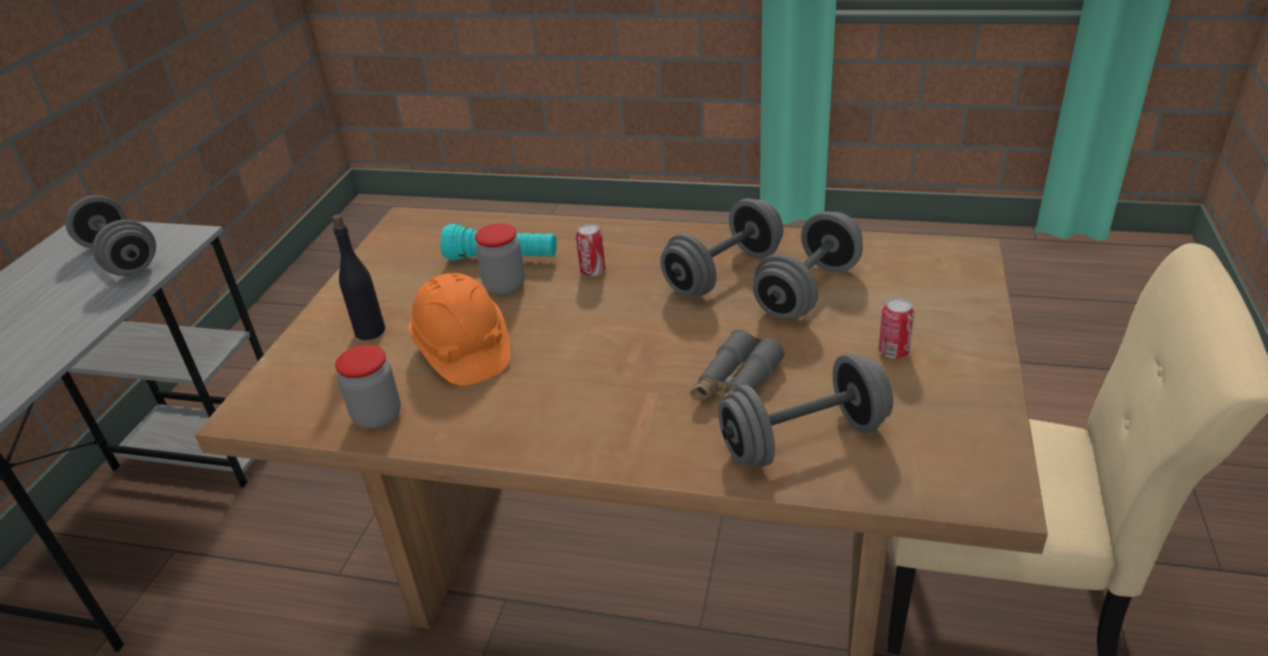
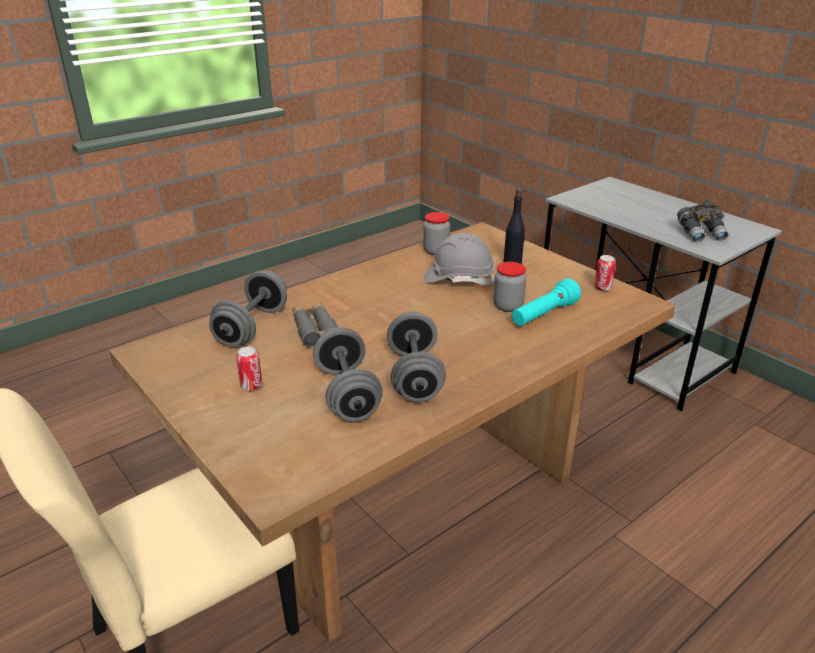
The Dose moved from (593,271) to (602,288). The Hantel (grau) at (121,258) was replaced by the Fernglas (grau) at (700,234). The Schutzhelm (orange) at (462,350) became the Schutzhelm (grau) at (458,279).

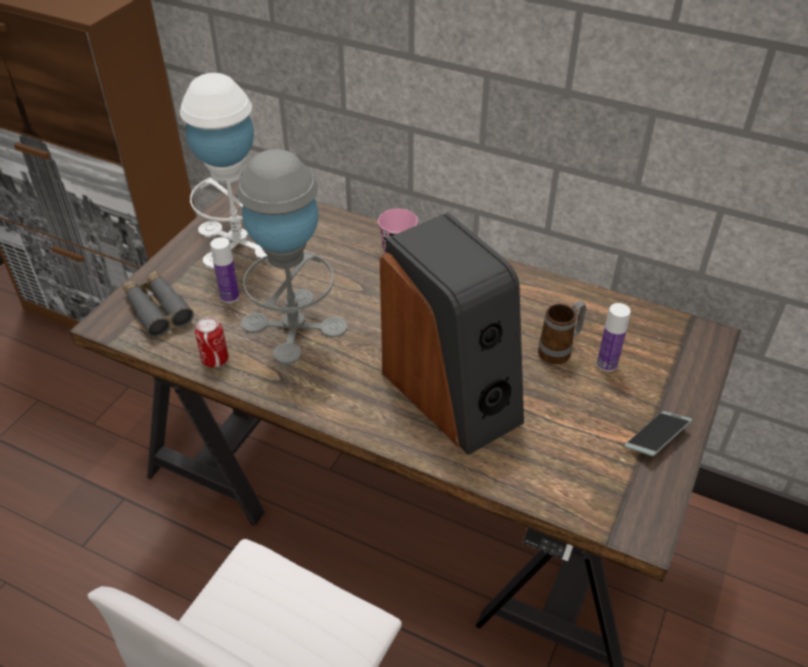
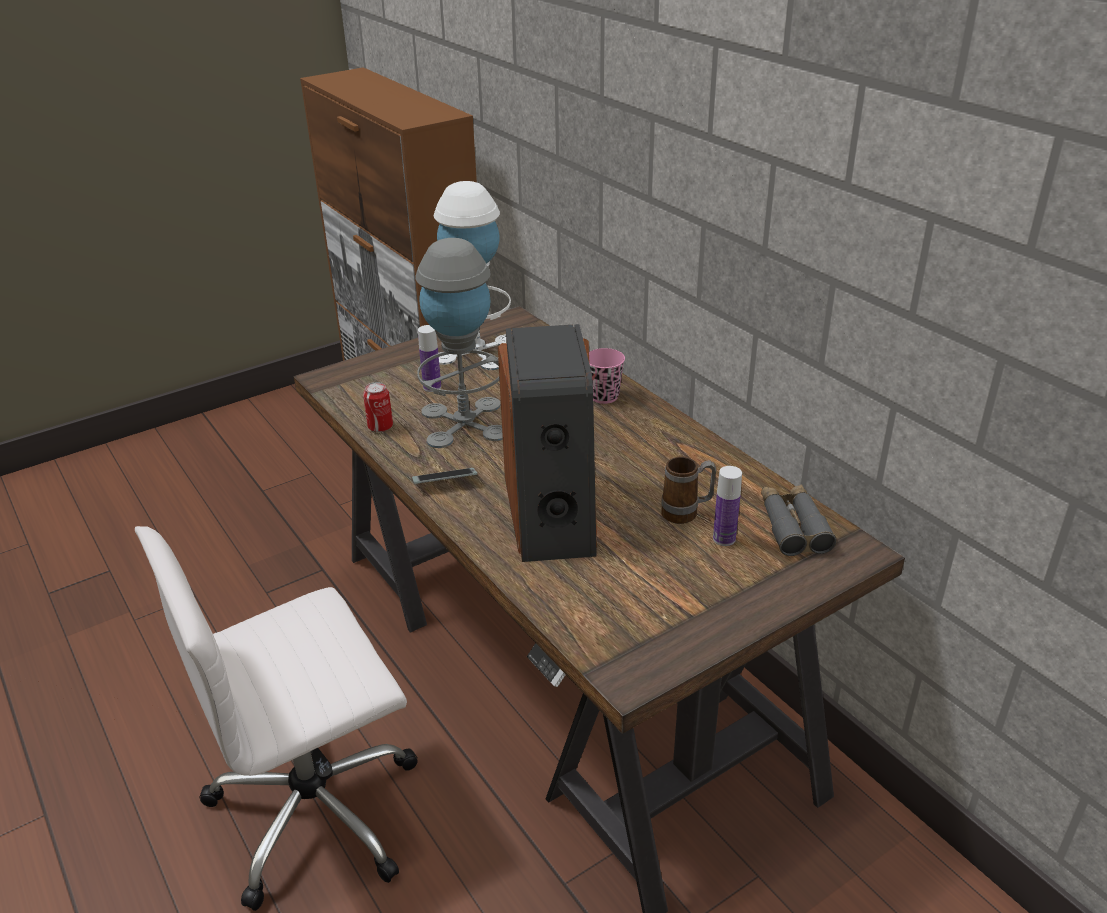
The Fernglas (grau) moved from (157,309) to (793,527). The Handy moved from (656,438) to (445,481).

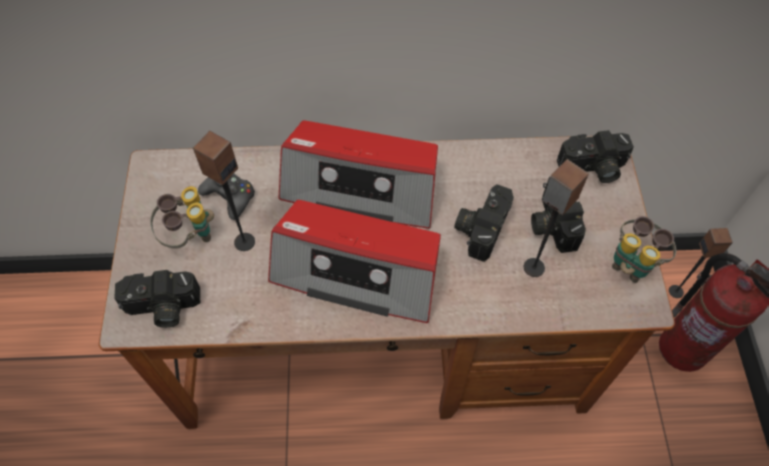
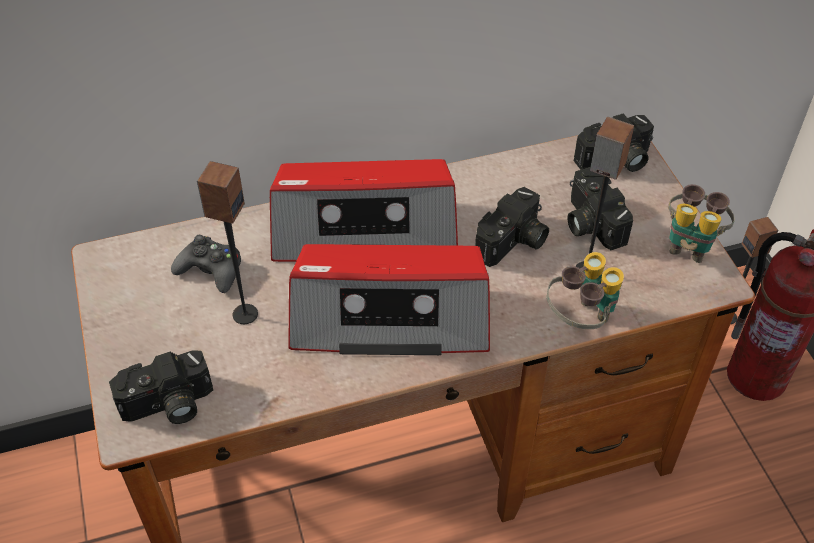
The Fernglas moved from (189,235) to (581,319). The Kamera at (480,227) turned 150 degrees counterclockwise.

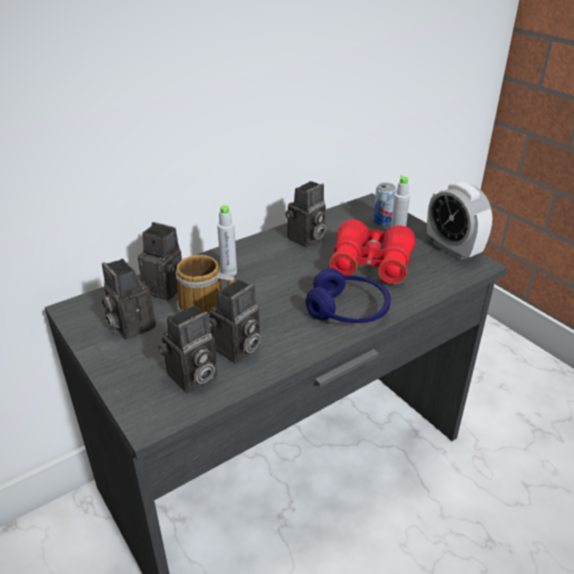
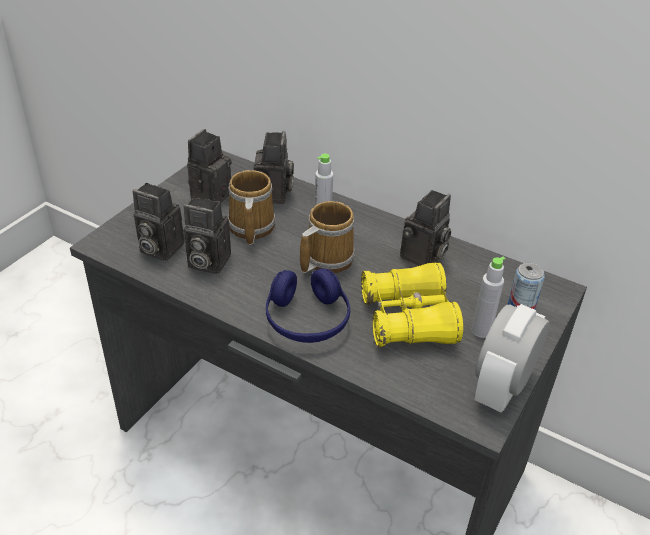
The Henkelbecher at (325,259) appeared. The Fernglas (rot) at (371,264) became the Fernglas (gelb) at (408,319). The Kamera at (306,239) turned 75 degrees counterclockwise.

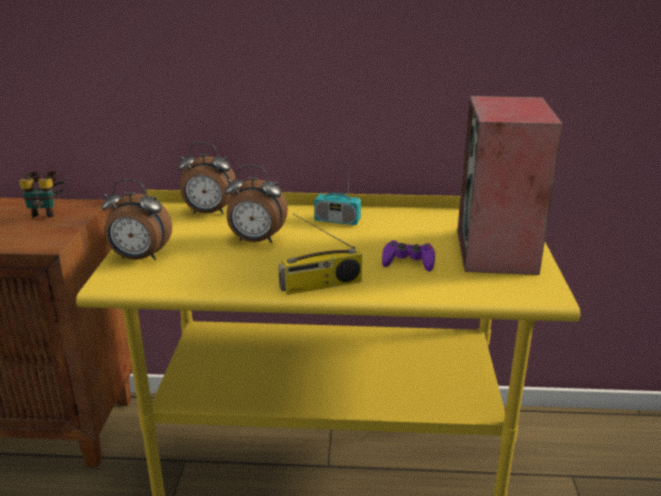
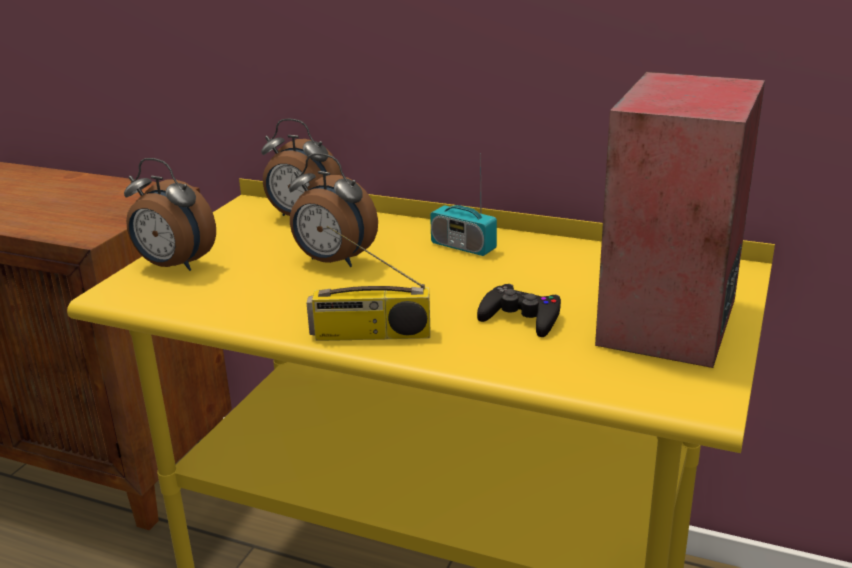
The Fernglas at (46,212) disappeared. The Gamepad (lila) at (408,261) became the Gamepad (schwarz) at (521,318).

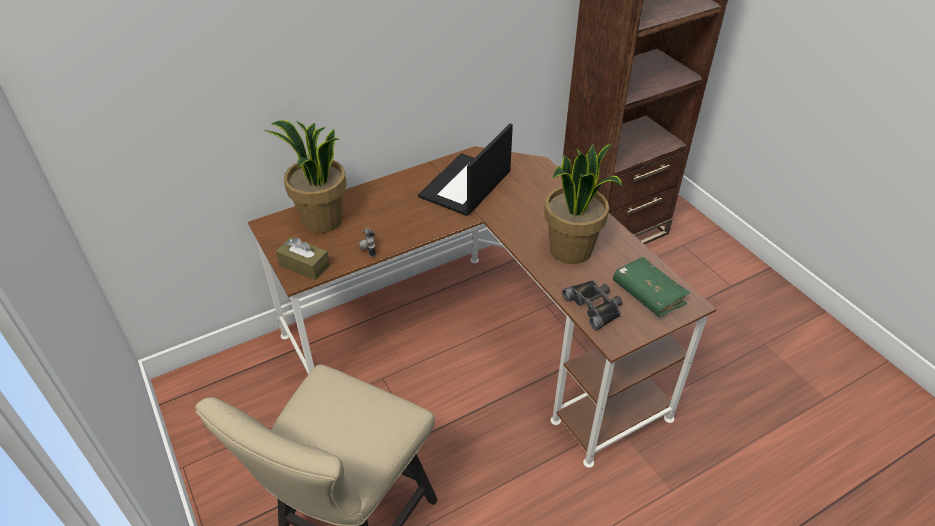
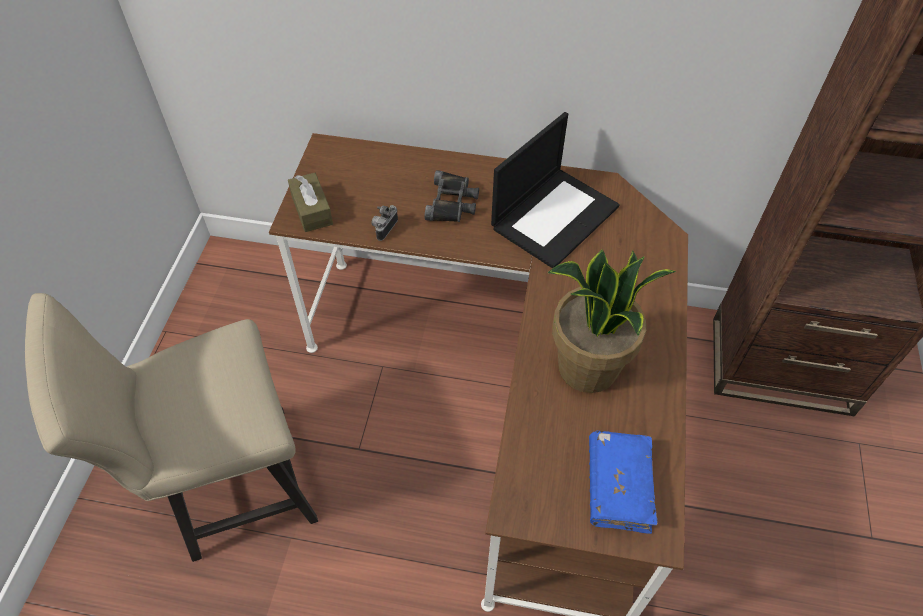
The Topfpflanze at (322,220) disappeared. The Fernglas (schwarz) moved from (594,306) to (452,202). The Buch (grün) at (648,294) became the Buch (blau) at (618,486). The Laptop at (465,186) turned 150 degrees clockwise.

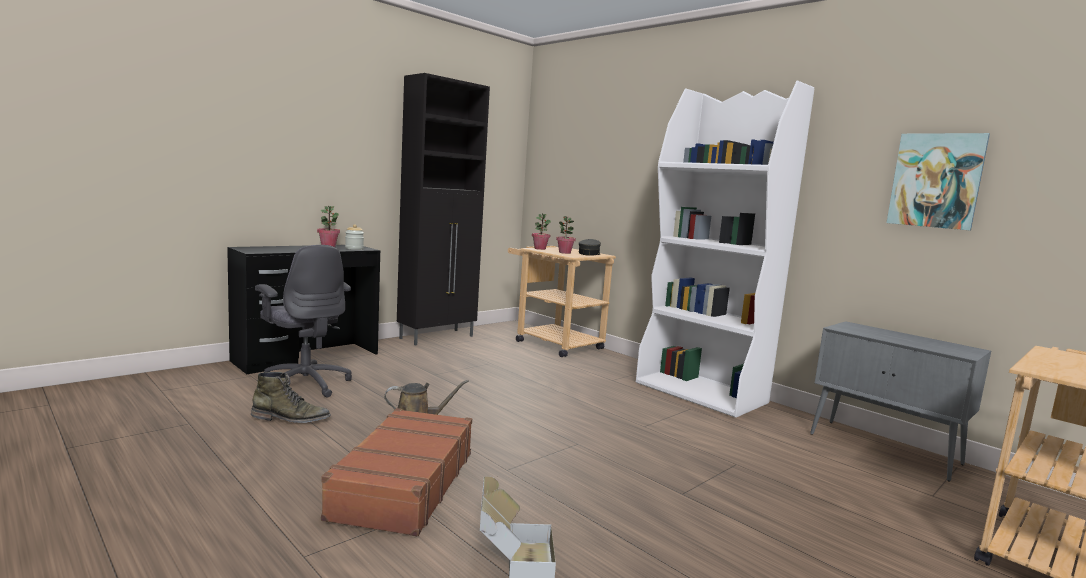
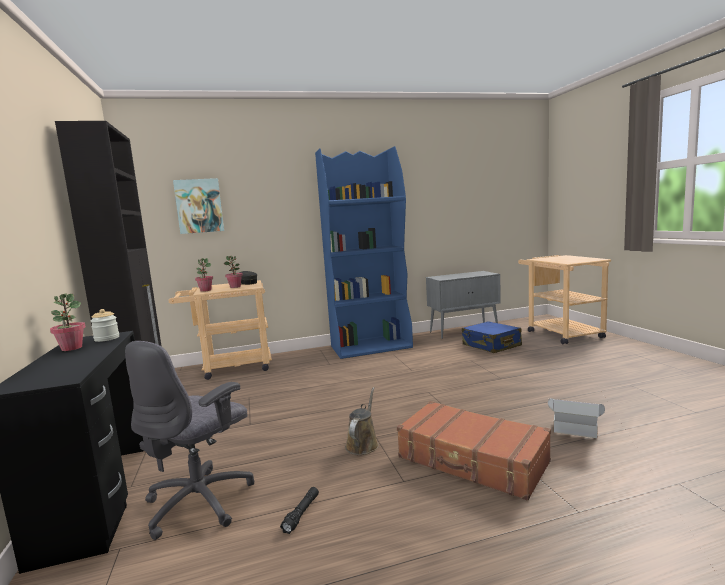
The Koffer (blau) at (491,345) appeared. The Bild moved from (936,180) to (199,206). The Stiefel (grün) at (291,418) was replaced by the Taschenlampe (schwarz) at (301,514). The Bücherregal (weiß) at (701,393) became the Bücherregal (blau) at (371,347). The Bürostuhl (grau) at (305,384) turned 135 degrees clockwise.

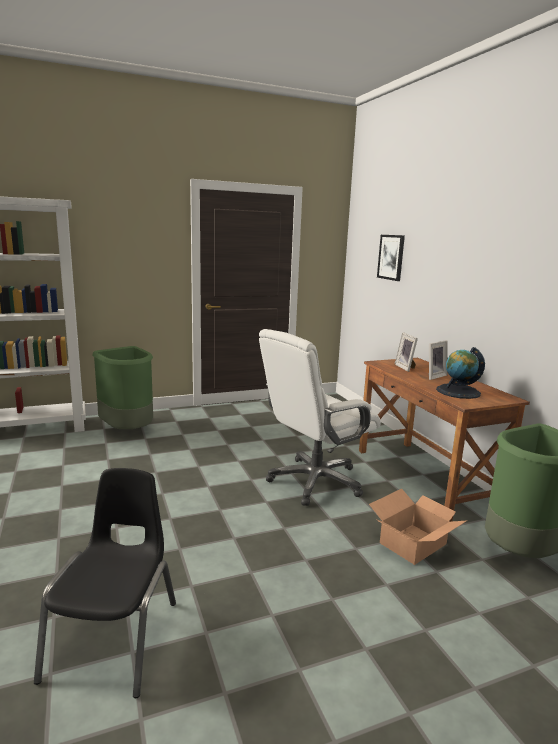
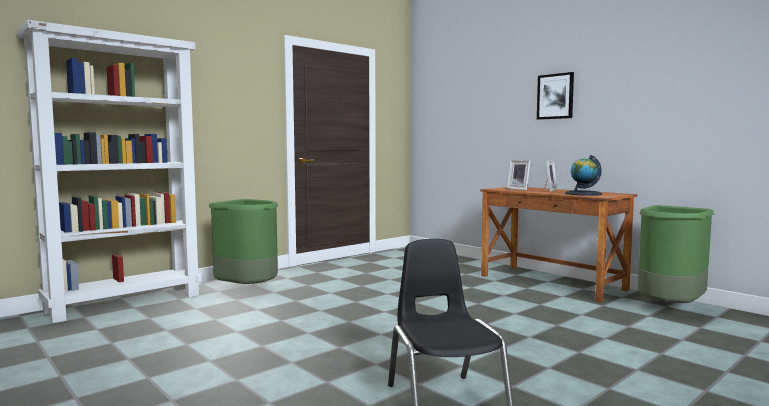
The Bürostuhl (weiß) at (315,481) disappeared. The Karton at (414,543) disappeared. The Bild moved from (391,257) to (555,96).

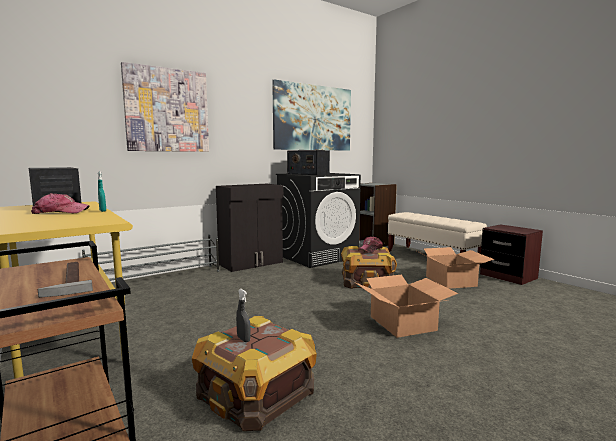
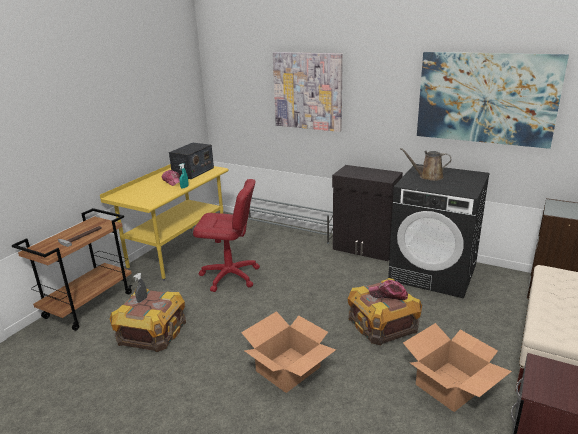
The Bürostuhl (rot) at (230,276) appeared. The Radio at (308,174) was replaced by the Gießkanne (braun) at (428,177).

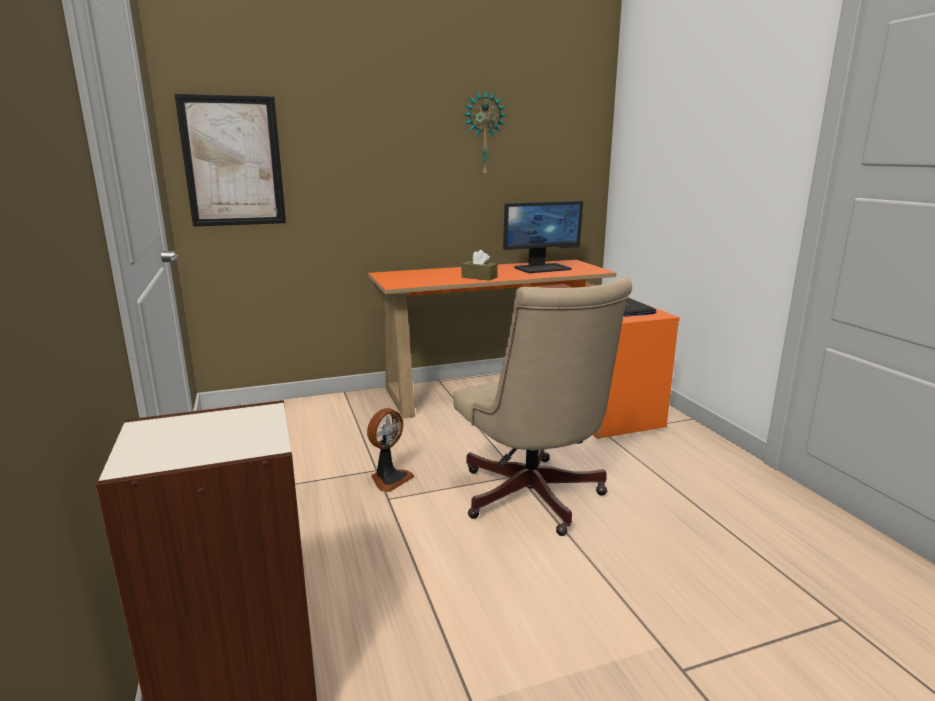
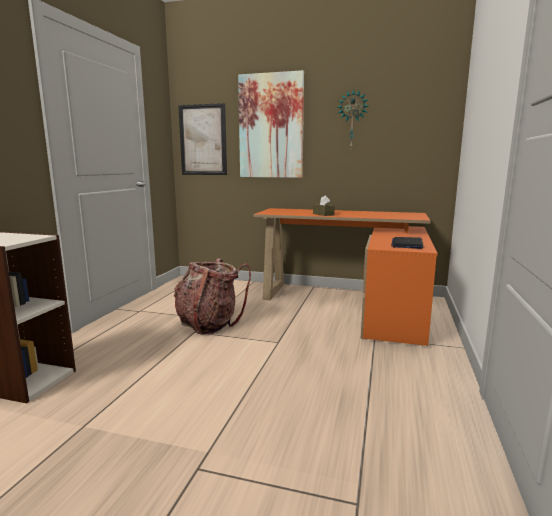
The Bürostuhl (beige) at (533,500) disappeared. The Monitor at (542,268) disappeared. The Bild at (271,126) appeared. The Ventilator at (389,479) was replaced by the Rucksack at (209,324).

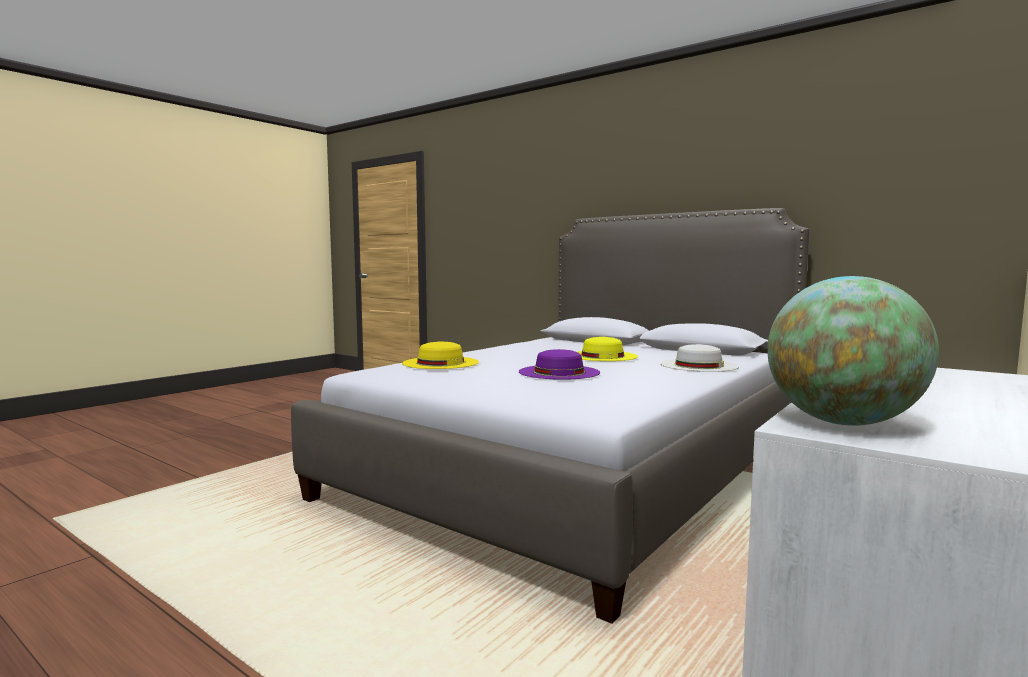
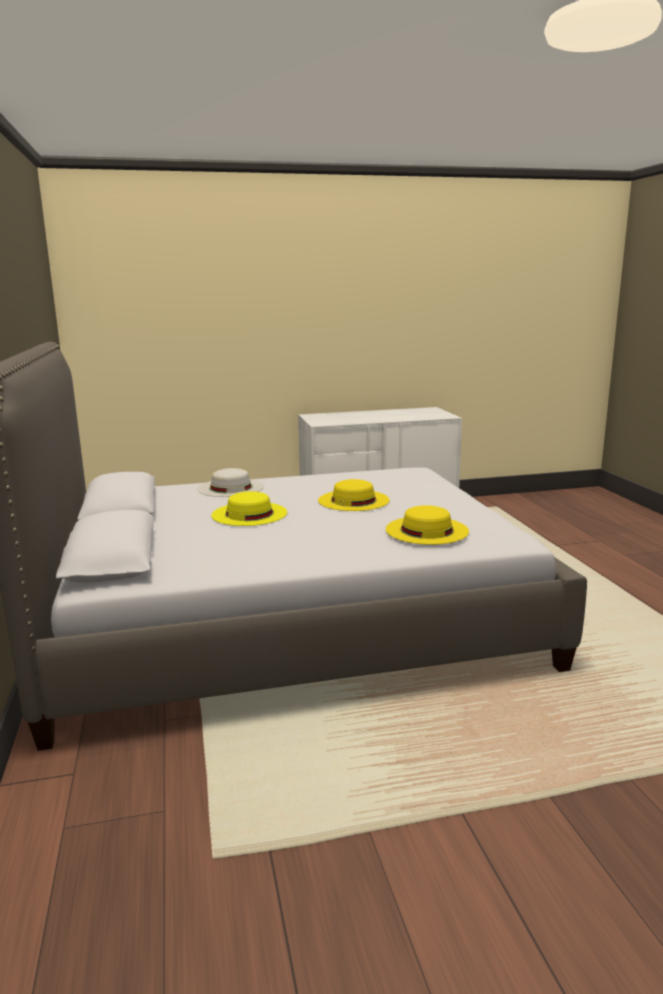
The Globus at (842,422) disappeared. The Hut (lila) at (559,372) became the Hut (gelb) at (353,500).

